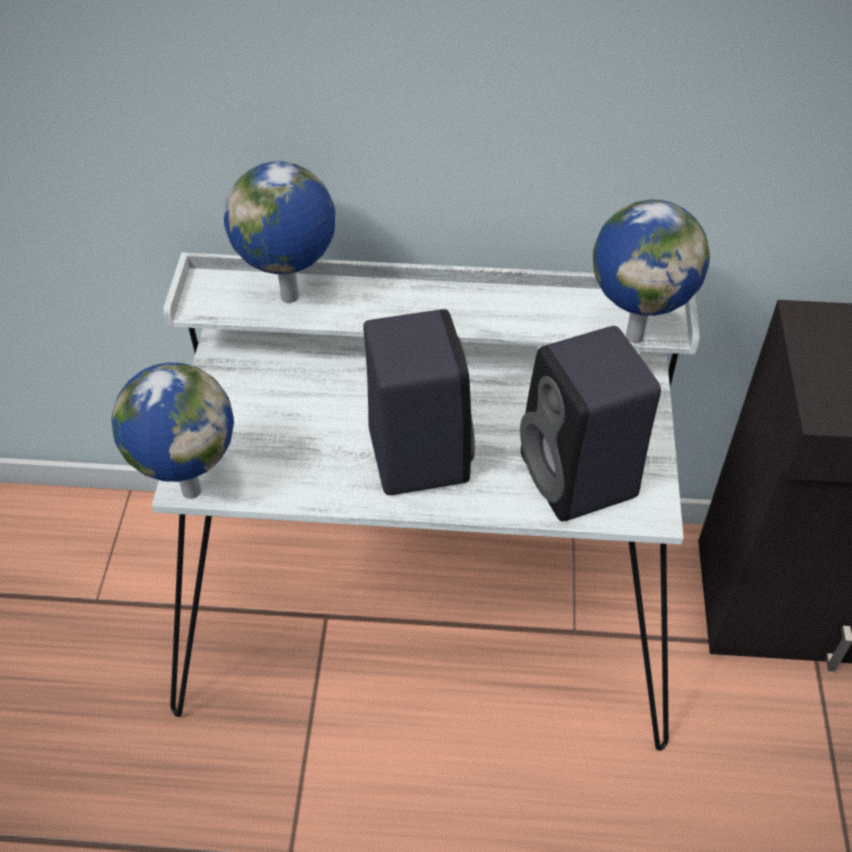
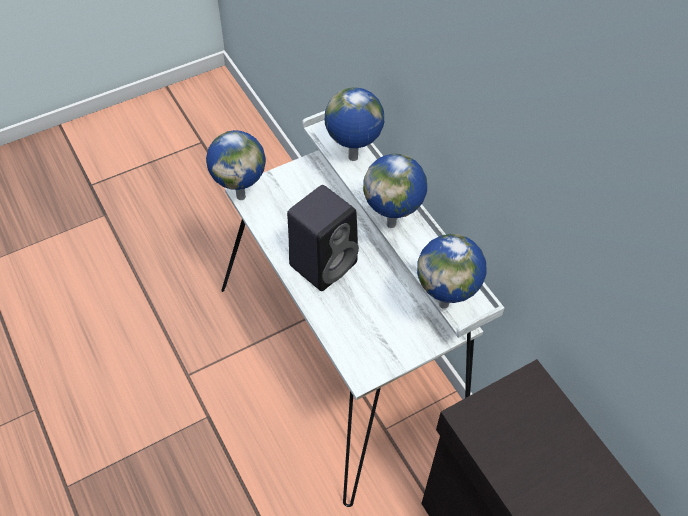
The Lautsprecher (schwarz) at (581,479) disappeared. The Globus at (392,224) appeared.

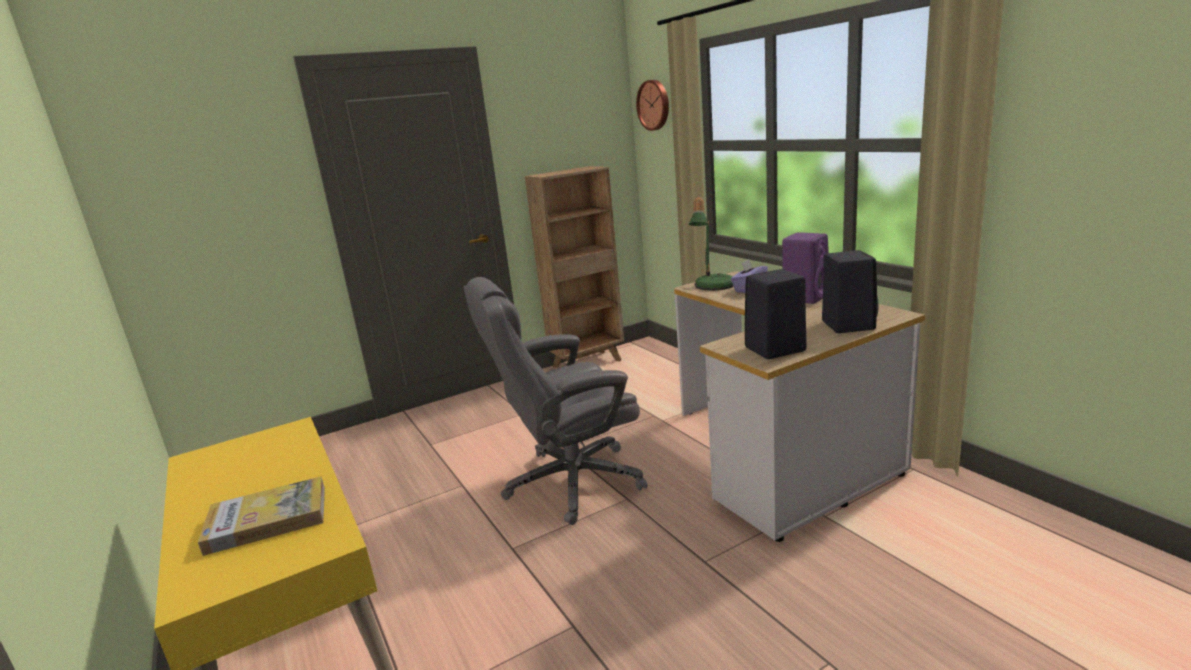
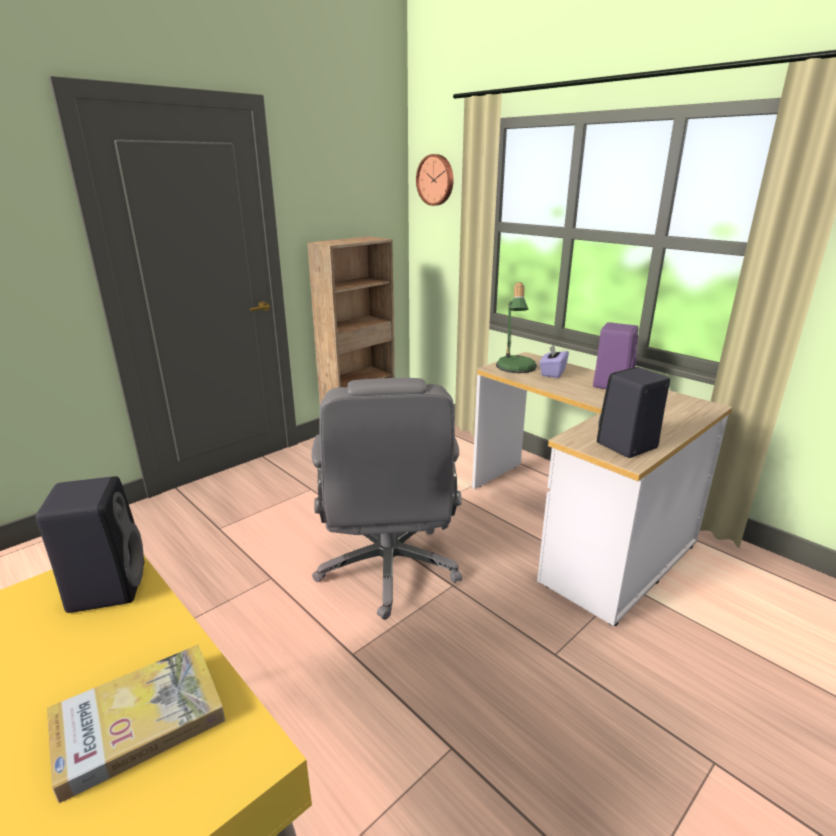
The Lautsprecher (schwarz) moved from (846,325) to (107,585). The Bürostuhl (grau) at (570,482) turned 60 degrees counterclockwise.

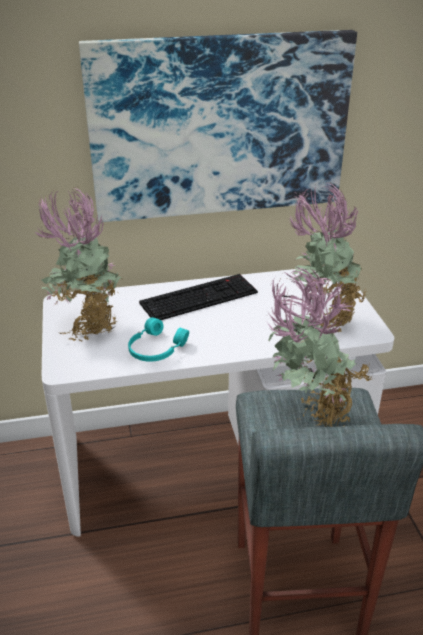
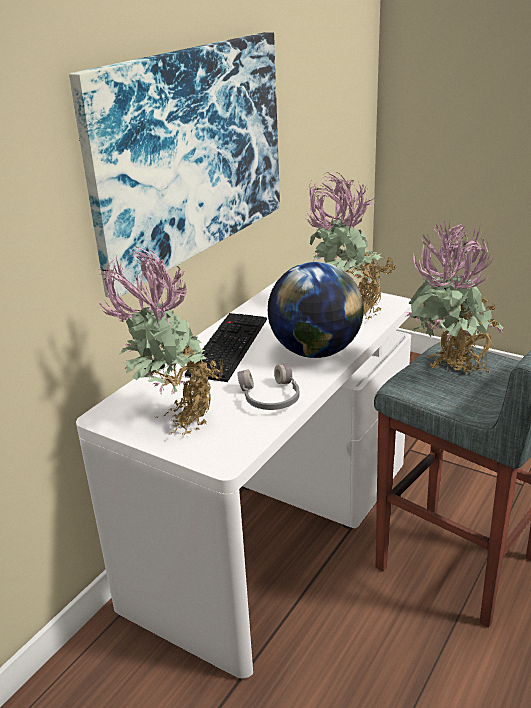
The Globus at (315,351) appeared. The Kopfhörer (türkis) at (155,349) became the Kopfhörer (grau) at (269,398).

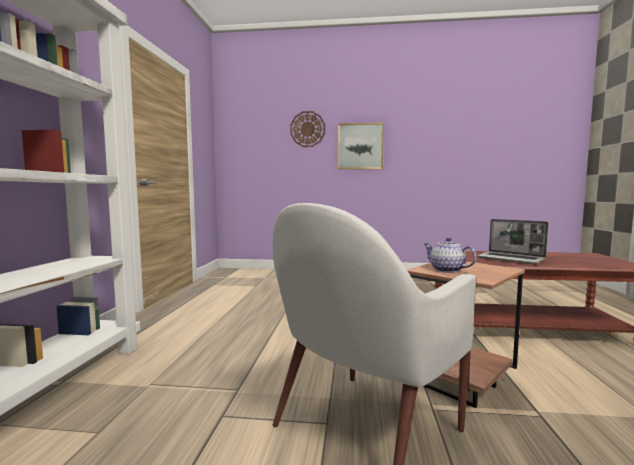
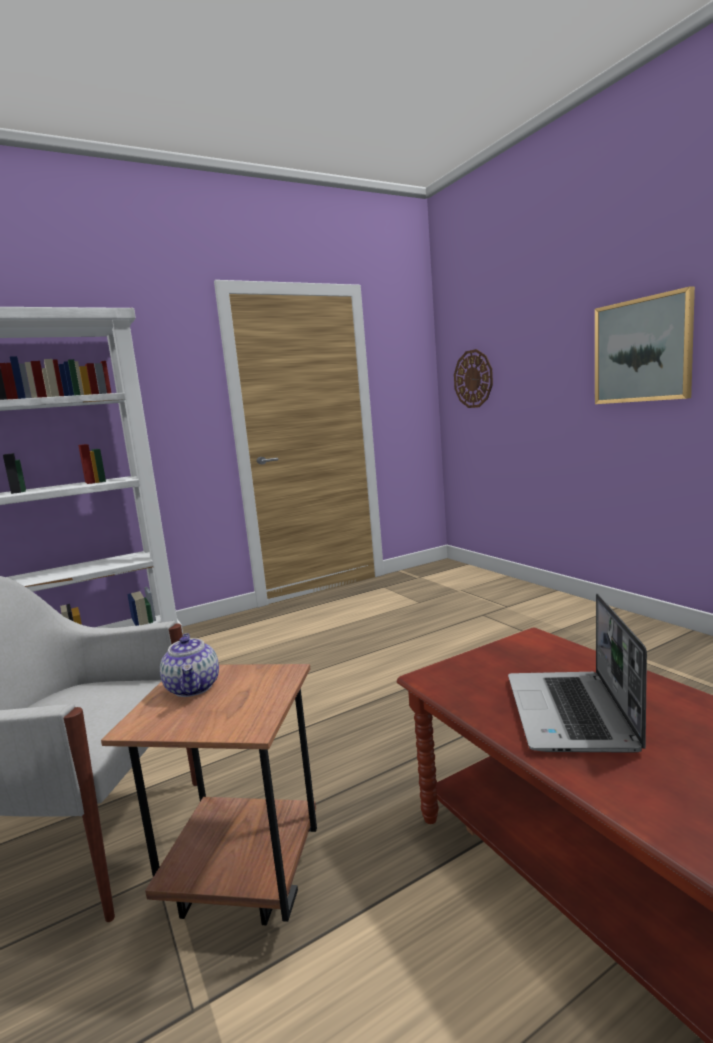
The Wanduhr moved from (307,129) to (473,379). The Teekanne at (446,270) turned 150 degrees clockwise.

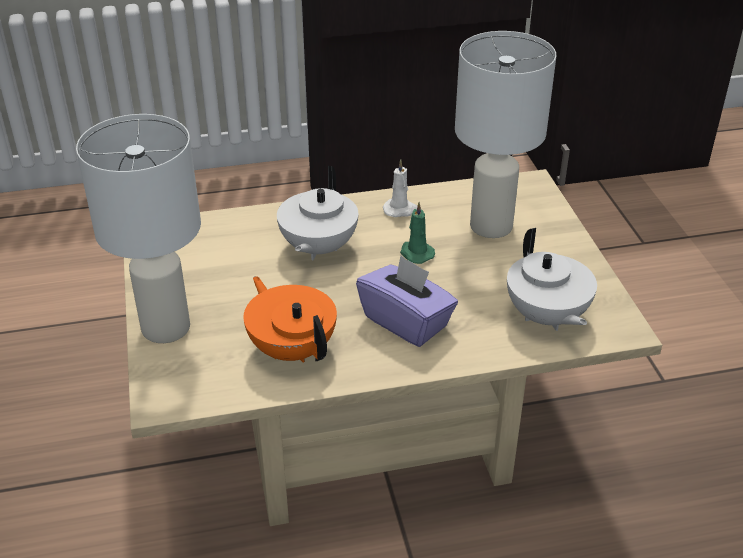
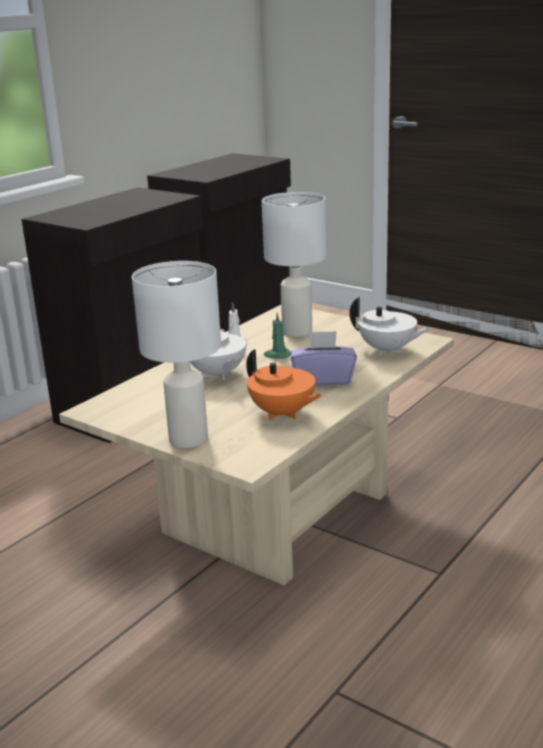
The Teekanne (orange) at (292,348) turned 150 degrees counterclockwise.

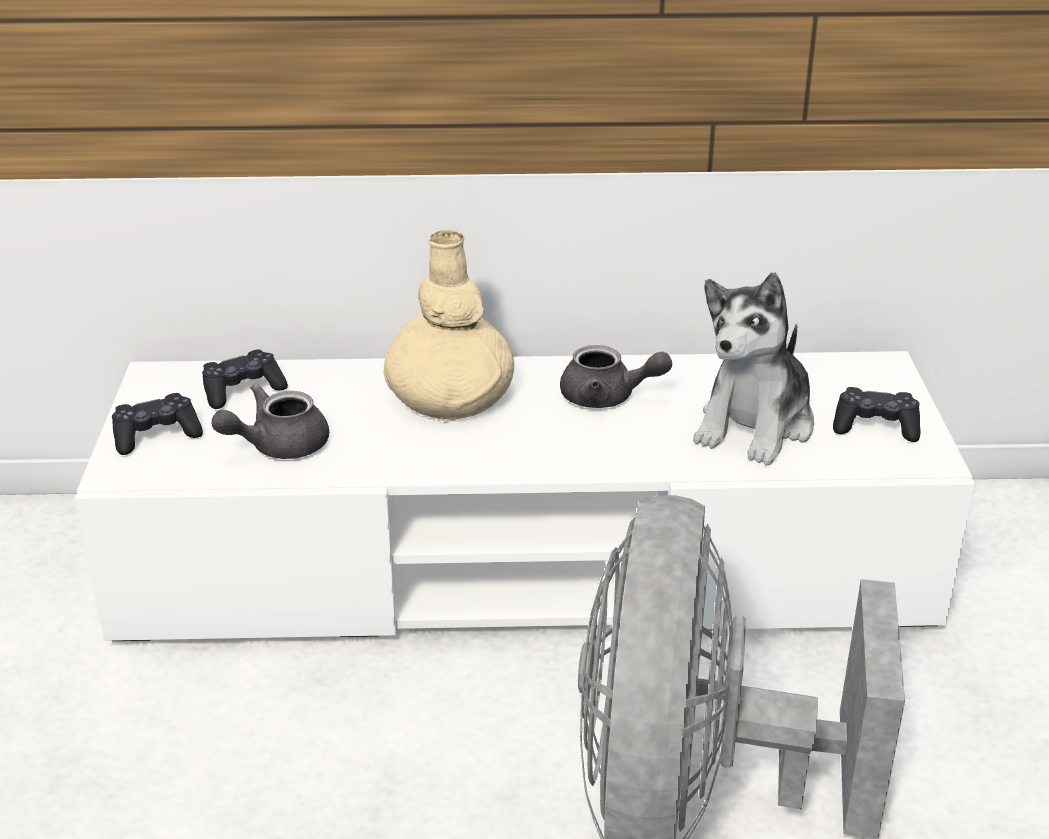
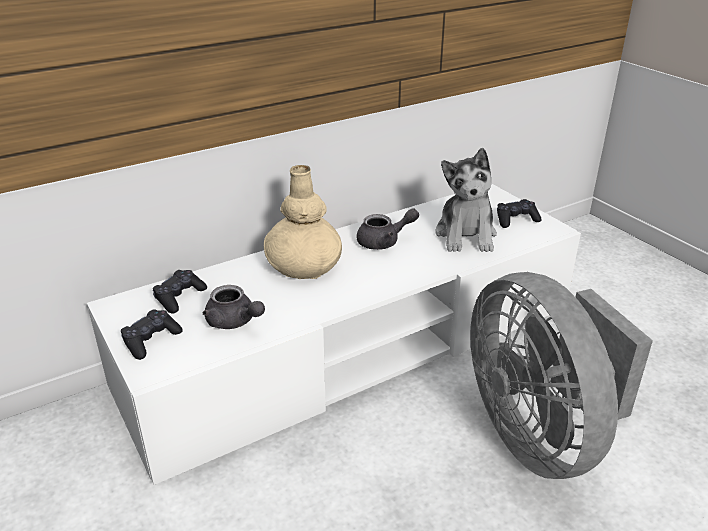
The Teekanne (grau) at (278,446) turned 75 degrees counterclockwise.

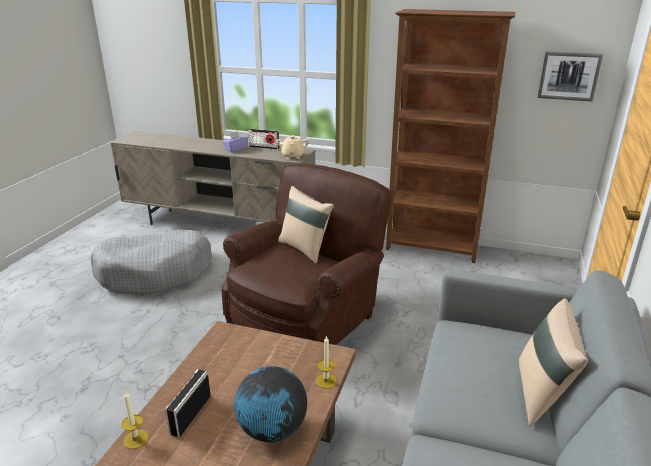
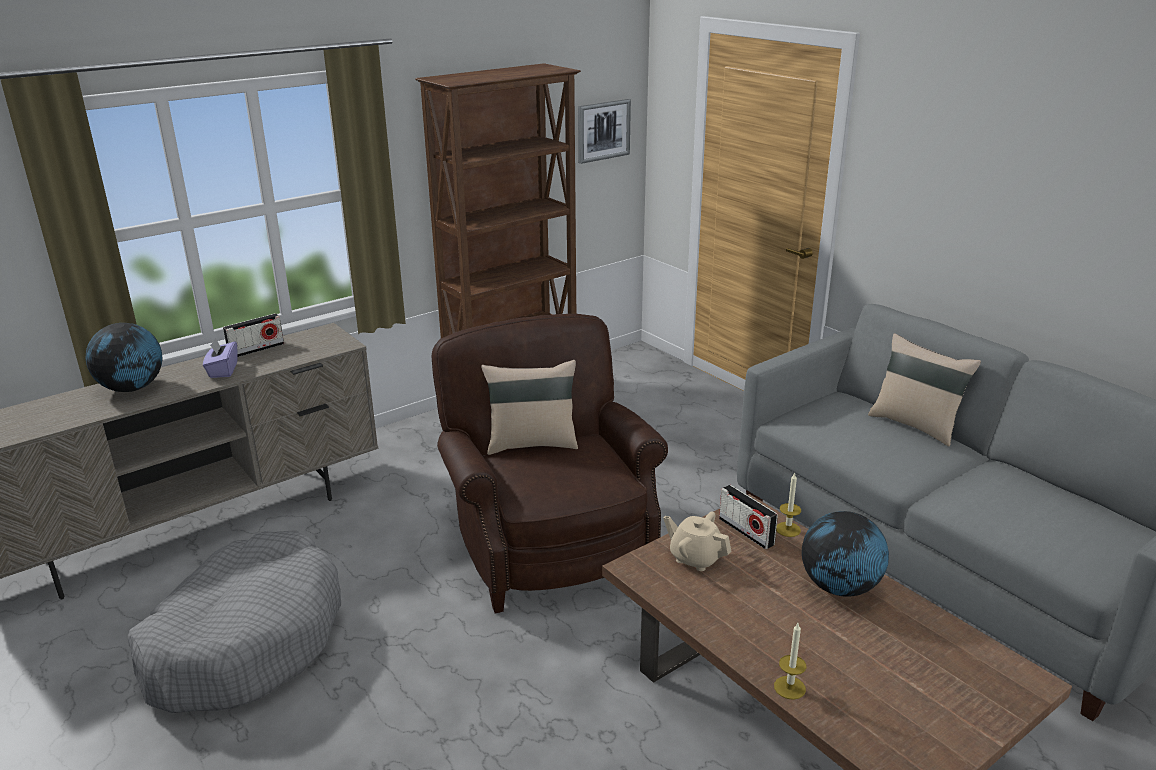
The Globus at (132,388) appeared. The Radio moved from (190,414) to (746,531). The Teekanne (beige) moved from (293,156) to (695,558).

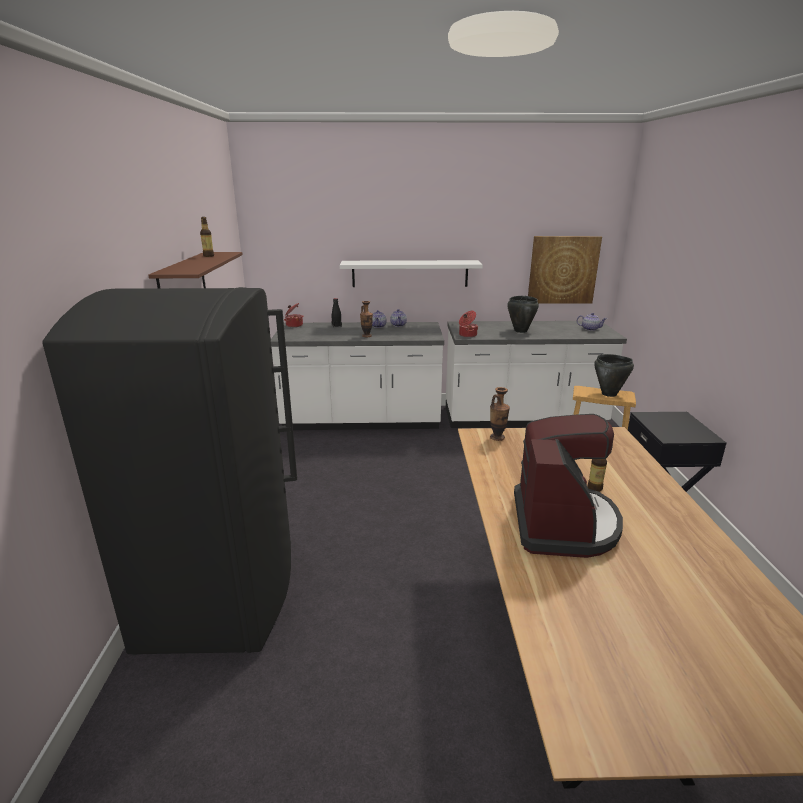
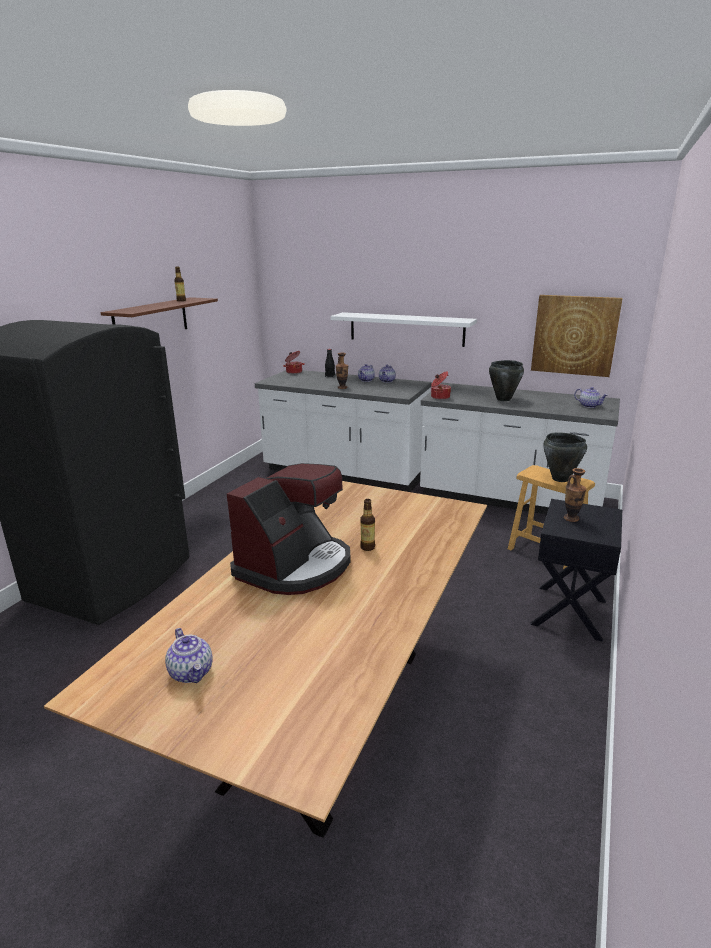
The Teekanne at (192,672) appeared. The Vase moved from (497,437) to (571,518).

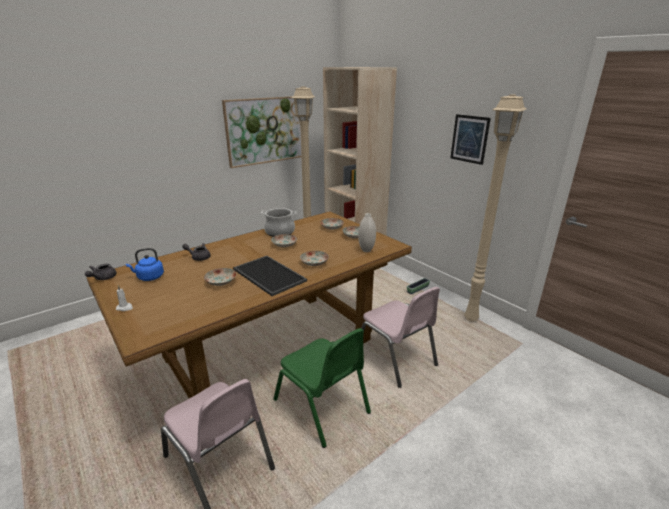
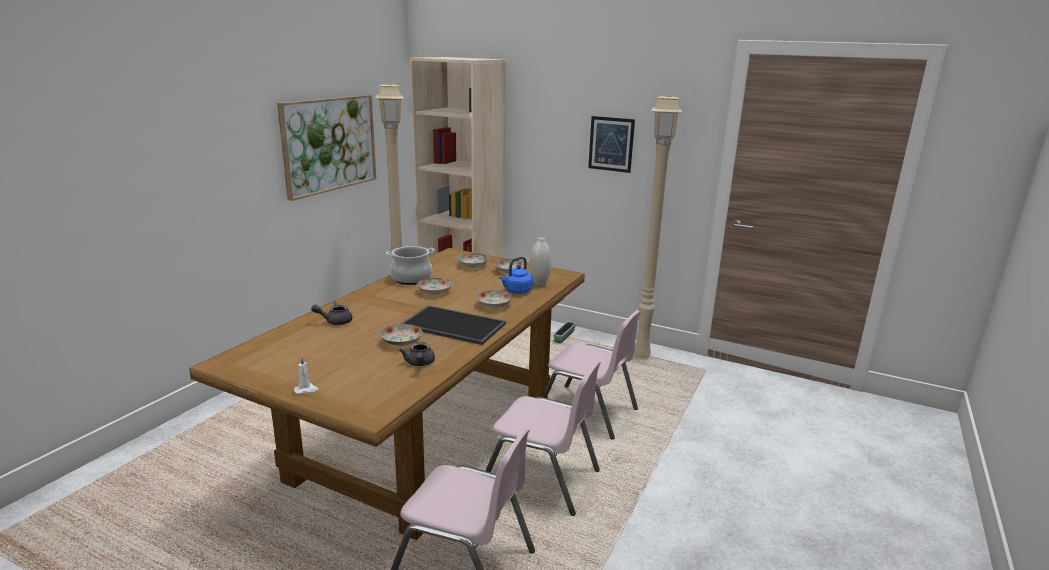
The Teekanne (grau) moved from (102,278) to (419,364). The Wasserkessel (blau) moved from (149,277) to (516,291). The Stuhl (grün) at (322,406) became the Stuhl (rosa) at (541,479).

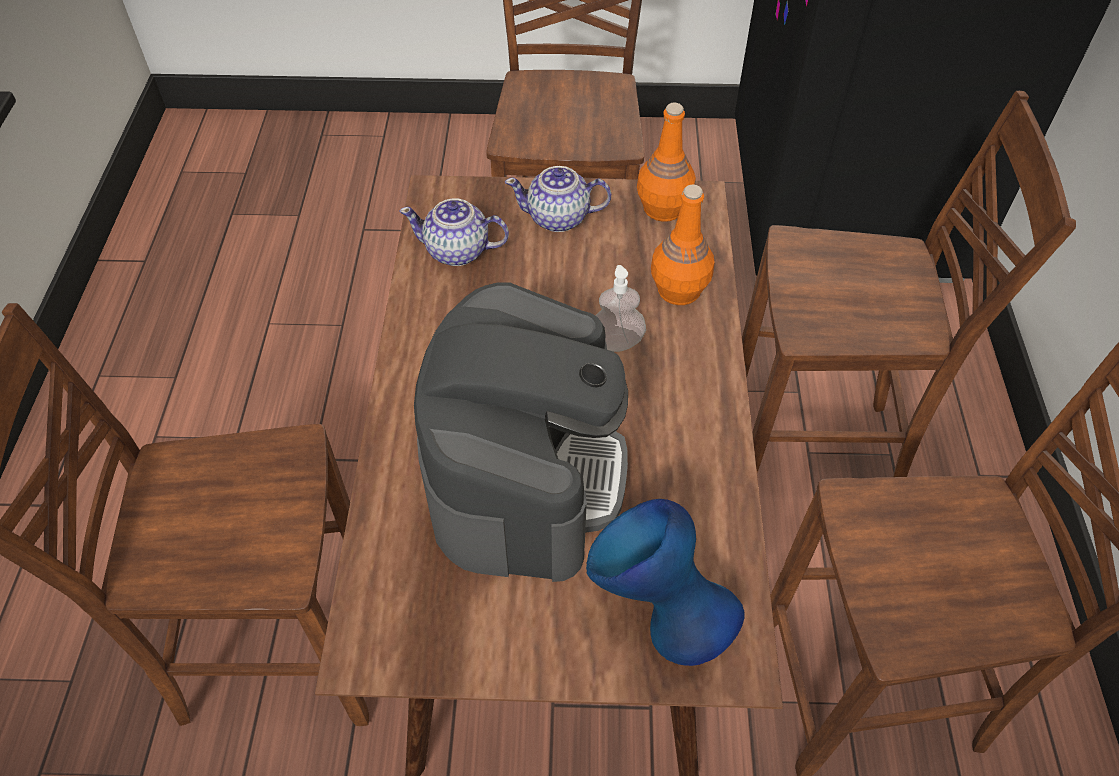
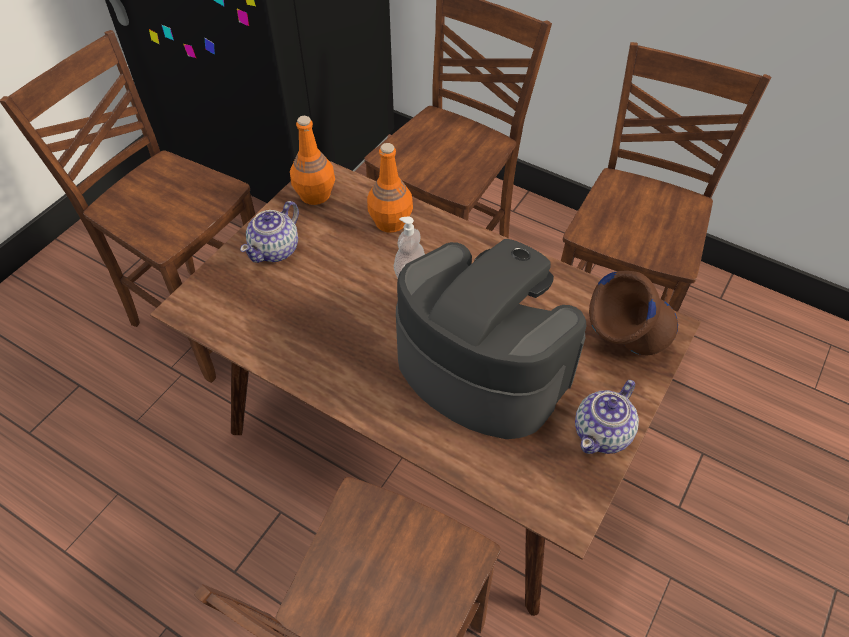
The Teekanne moved from (458,251) to (603,433). The Vase (blau) at (658,620) became the Vase (braun) at (623,349).

